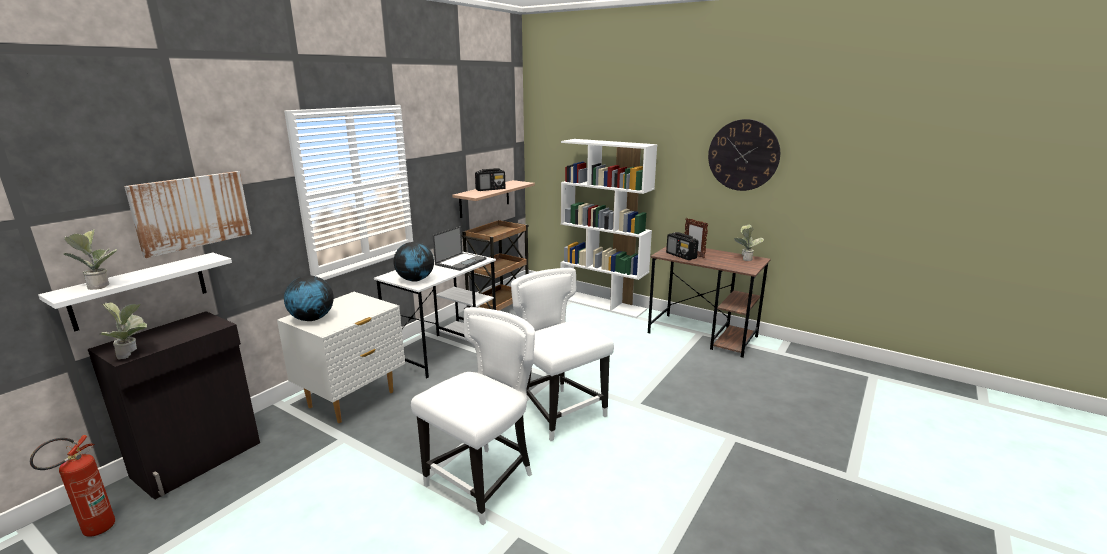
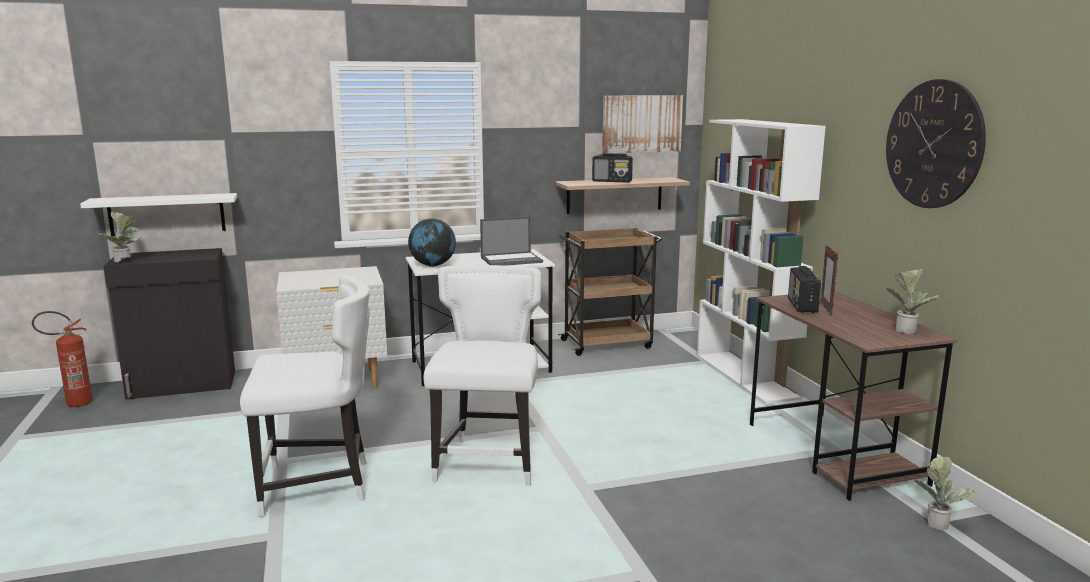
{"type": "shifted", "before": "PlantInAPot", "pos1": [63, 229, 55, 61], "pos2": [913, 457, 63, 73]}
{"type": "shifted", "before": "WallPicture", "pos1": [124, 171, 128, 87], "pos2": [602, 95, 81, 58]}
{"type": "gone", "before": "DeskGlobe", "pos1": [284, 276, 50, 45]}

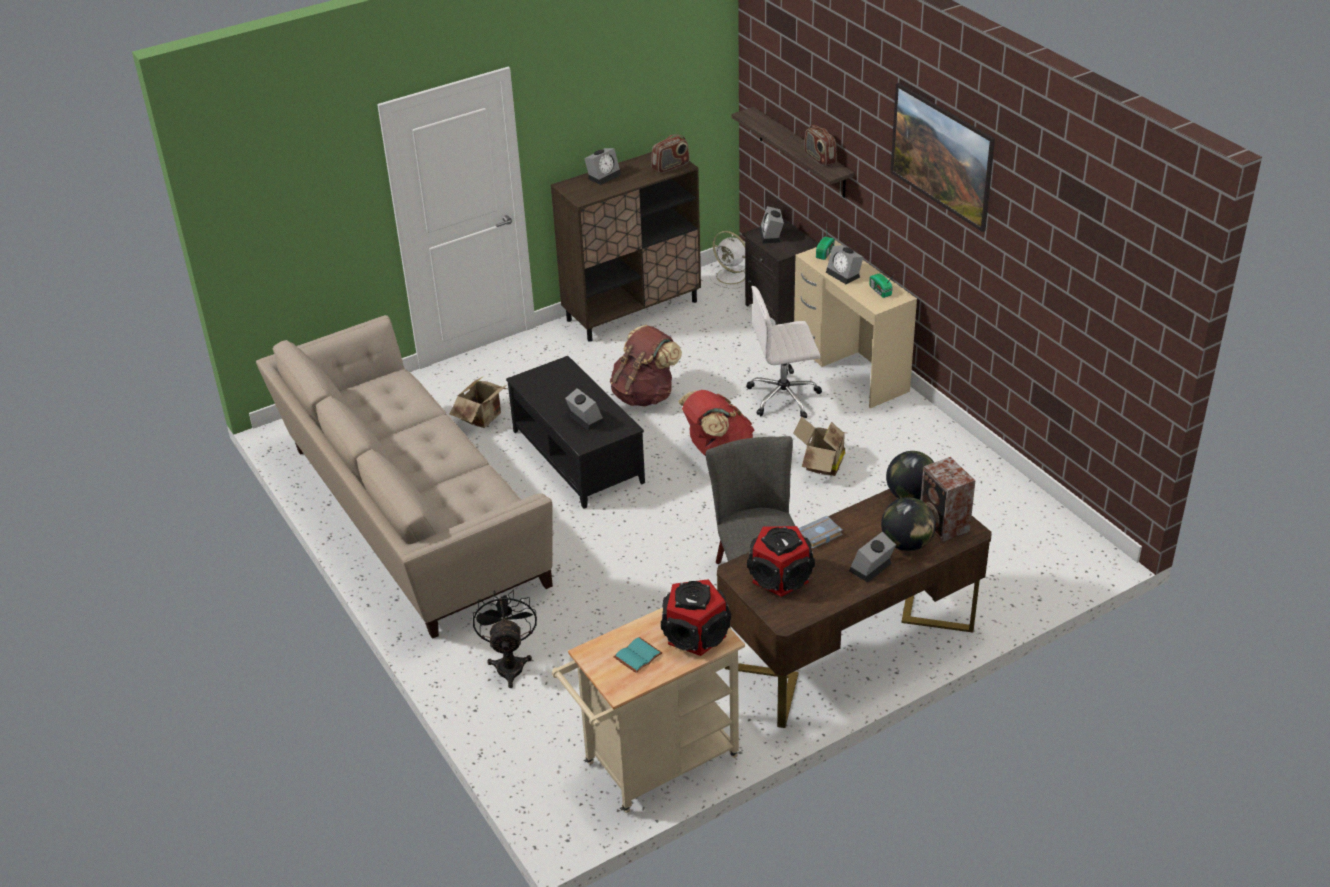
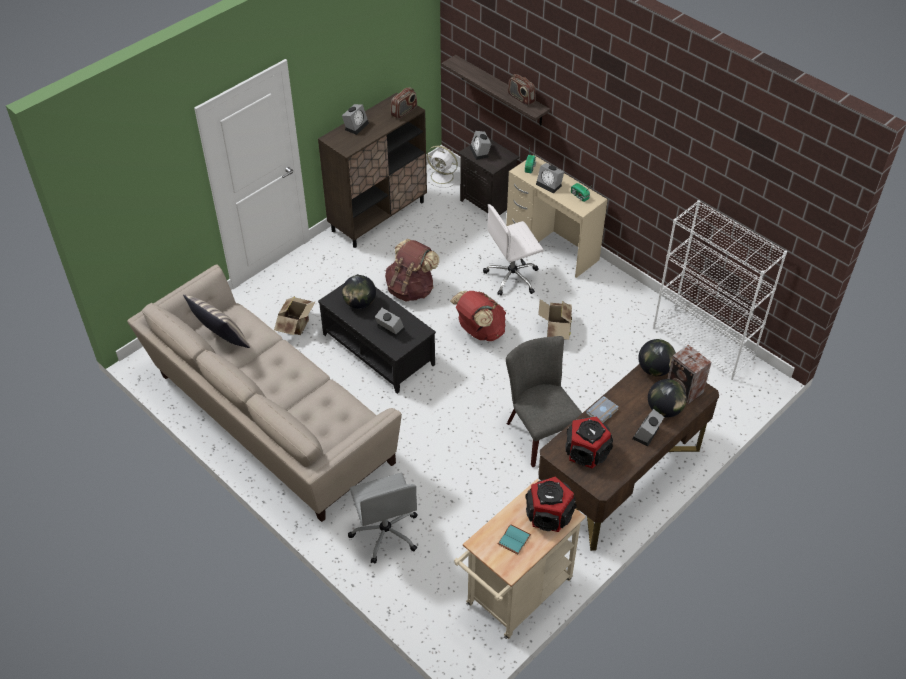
{"type": "swapped", "before": "BlackColouredElectricFan", "after": "GreyDeskChair", "pos1": [473, 590, 64, 98], "pos2": [348, 473, 70, 90]}
{"type": "gone", "before": "WallPicture", "pos1": [890, 83, 105, 149]}
{"type": "new", "after": "Cushion", "pos2": [183, 294, 67, 54]}
{"type": "new", "after": "DeskGlobe", "pos2": [342, 275, 34, 34]}
{"type": "new", "after": "WhiteColouredShelvingUnit", "pos2": [653, 200, 134, 180]}

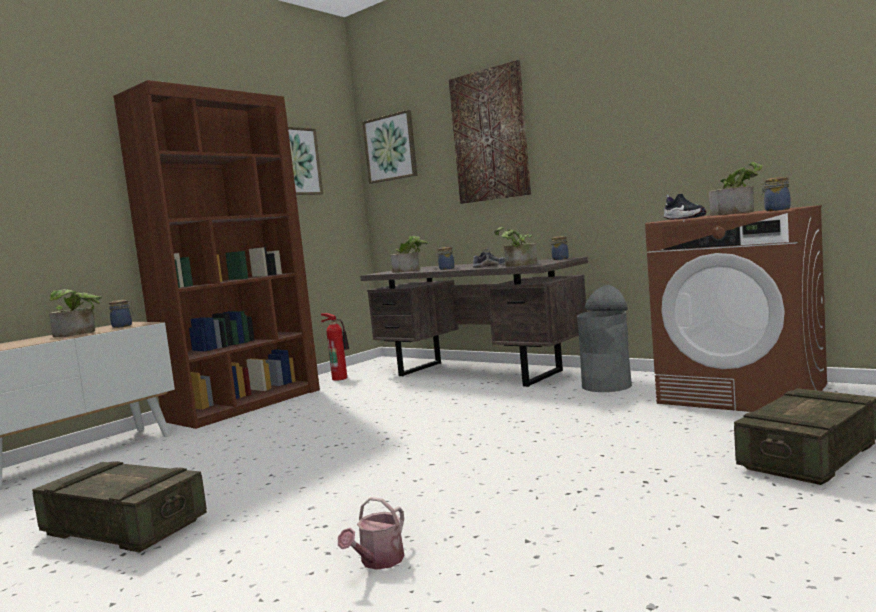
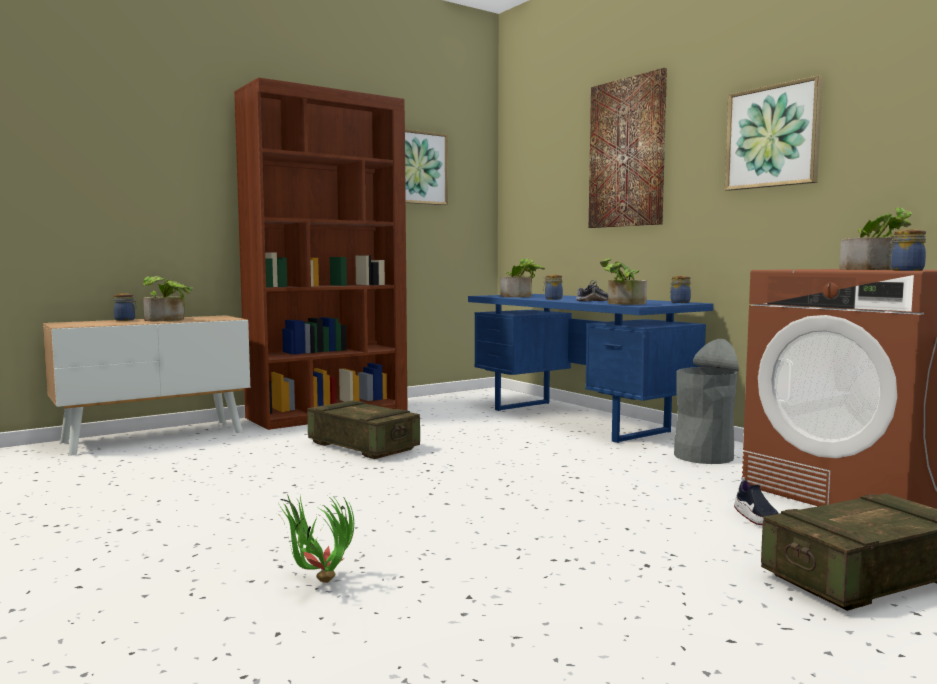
{"type": "shifted", "before": "ShippingCrate", "pos1": [32, 461, 175, 92], "pos2": [307, 400, 113, 59]}
{"type": "shifted", "before": "PreserveJar", "pos1": [109, 300, 25, 28], "pos2": [114, 293, 23, 28]}
{"type": "gone", "before": "Extinguisher", "pos1": [321, 313, 28, 68]}
{"type": "swapped", "before": "WateringCan", "after": "PlantInAPot", "pos1": [338, 497, 66, 73], "pos2": [277, 493, 77, 90]}
{"type": "repainted", "before": "BrownishDeskTable", "after": "BluishDeskTable", "pos1": [360, 257, 228, 130], "pos2": [468, 294, 245, 149]}
{"type": "shifted", "before": "WallPicture", "pos1": [362, 110, 55, 74], "pos2": [725, 75, 98, 116]}
{"type": "shifted", "before": "Shoe", "pos1": [664, 194, 42, 26], "pos2": [734, 477, 45, 48]}

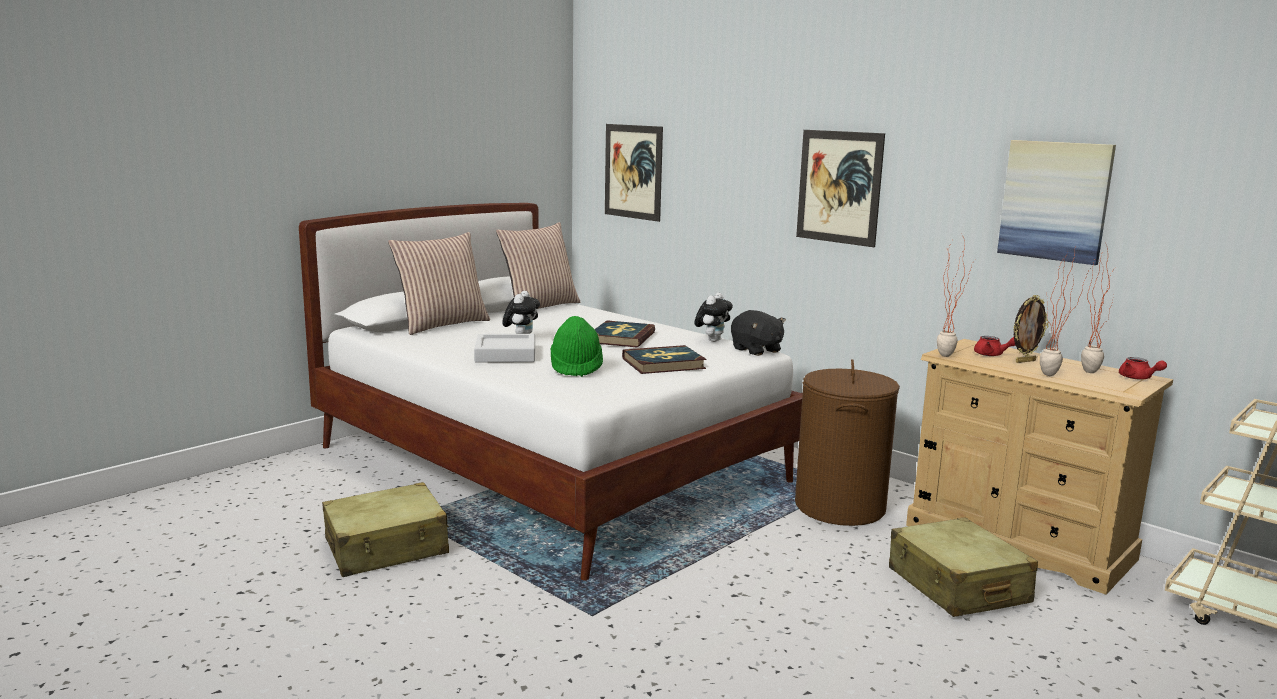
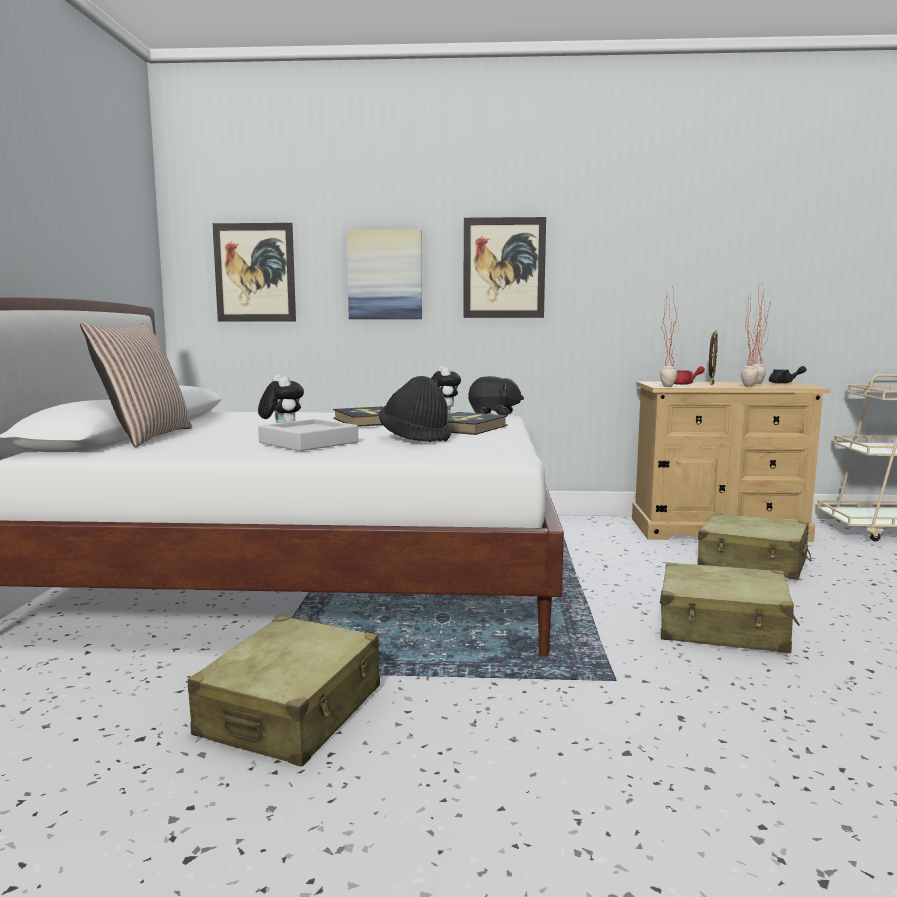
{"type": "gone", "before": "Cushion", "pos1": [496, 222, 84, 87]}
{"type": "repainted", "before": "GreenColouredWearableHat", "after": "BlackColouredWearableHat", "pos1": [550, 316, 53, 61], "pos2": [379, 376, 72, 67]}
{"type": "gone", "before": "BrownishWashingBasket", "pos1": [795, 359, 105, 167]}
{"type": "shifted", "before": "WallPicture", "pos1": [997, 140, 119, 125], "pos2": [347, 230, 75, 89]}
{"type": "repainted", "before": "ReddishTeaPot", "after": "BlackColouredTeaPot", "pos1": [1119, 357, 48, 22], "pos2": [769, 366, 38, 17]}
{"type": "new", "after": "SandColouredTravelCase", "pos2": [660, 563, 140, 90]}

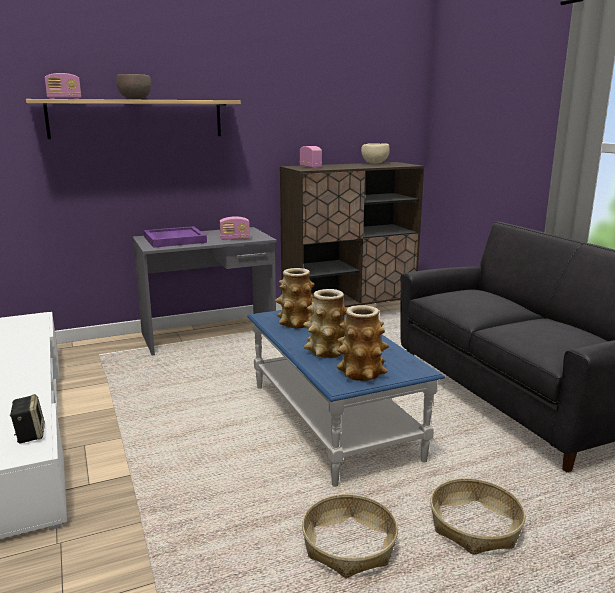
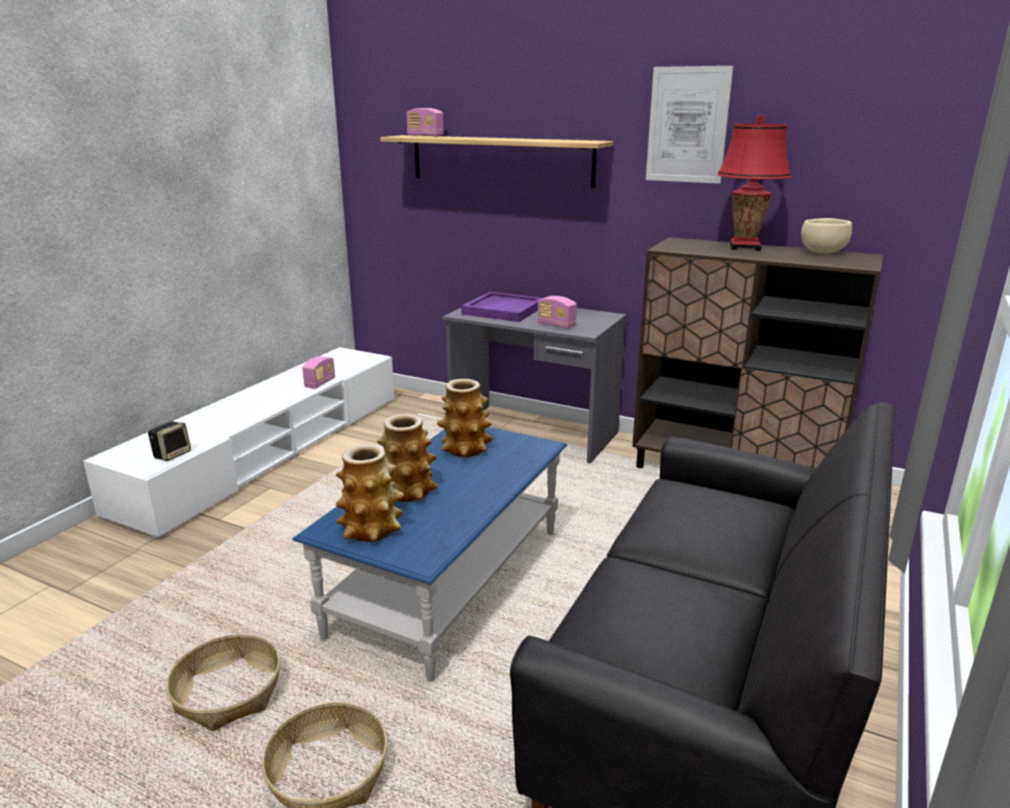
{"type": "gone", "before": "BrownishBowl", "pos1": [116, 74, 35, 26]}
{"type": "shifted", "before": "Radio", "pos1": [300, 146, 22, 22], "pos2": [302, 356, 33, 33]}
{"type": "new", "after": "WallPicture", "pos2": [646, 66, 87, 118]}
{"type": "new", "after": "ReddishTableLamp", "pos2": [717, 115, 75, 136]}

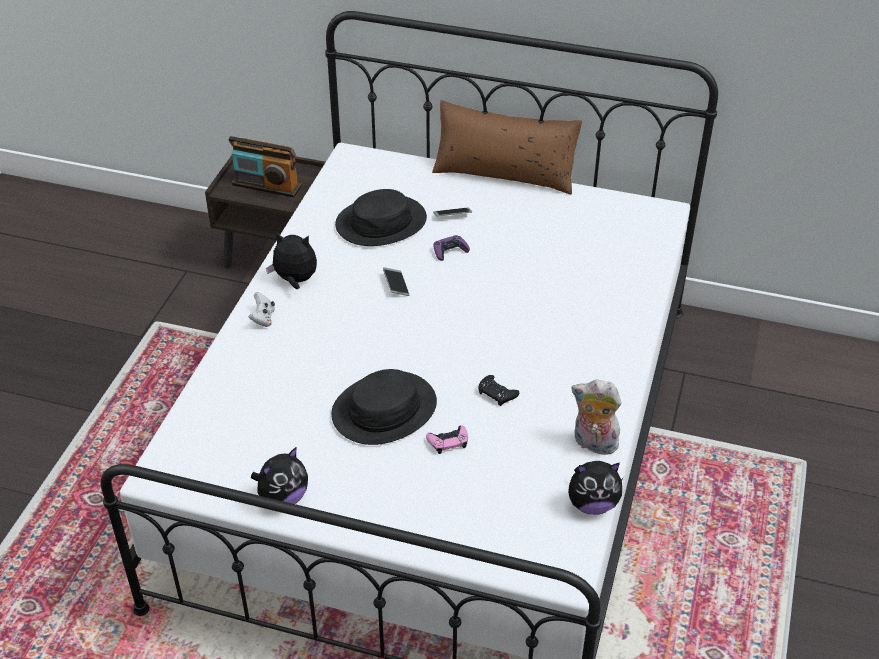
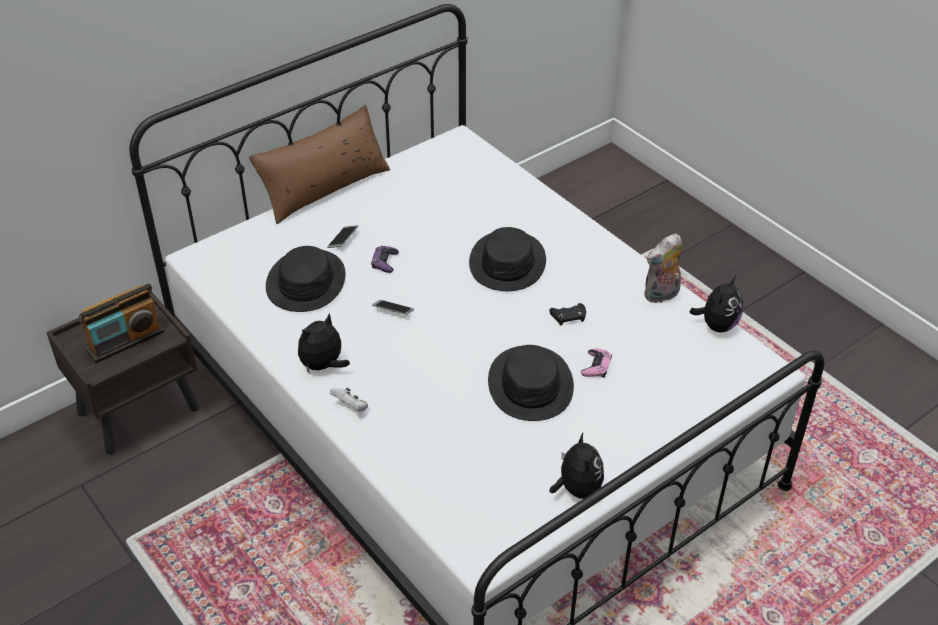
{"type": "new", "after": "BlackColouredWearableHat", "pos2": [469, 227, 77, 64]}

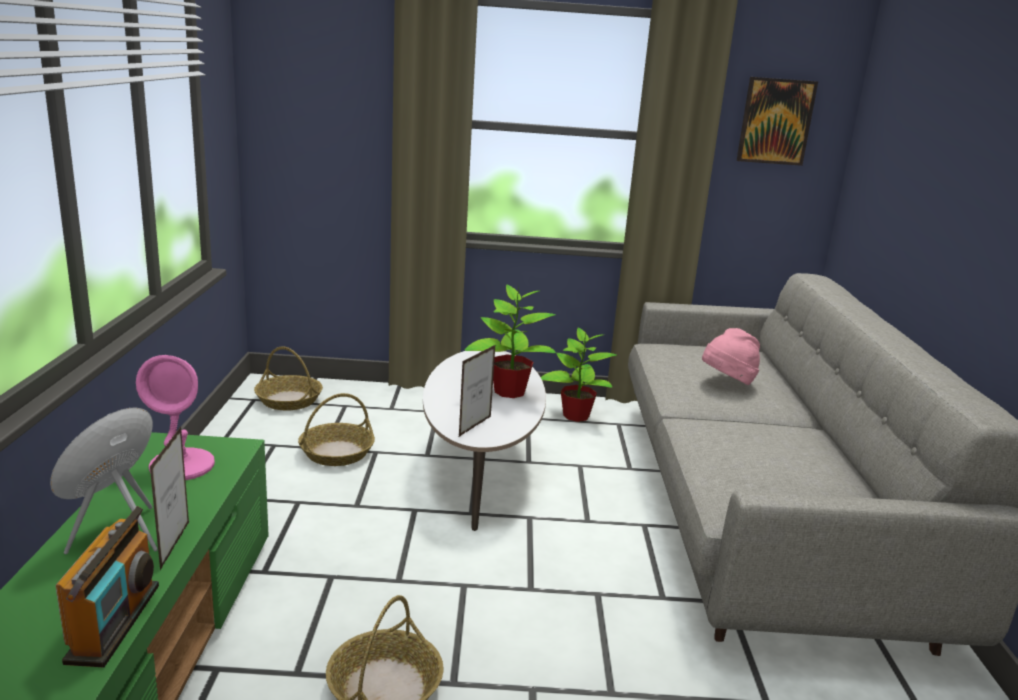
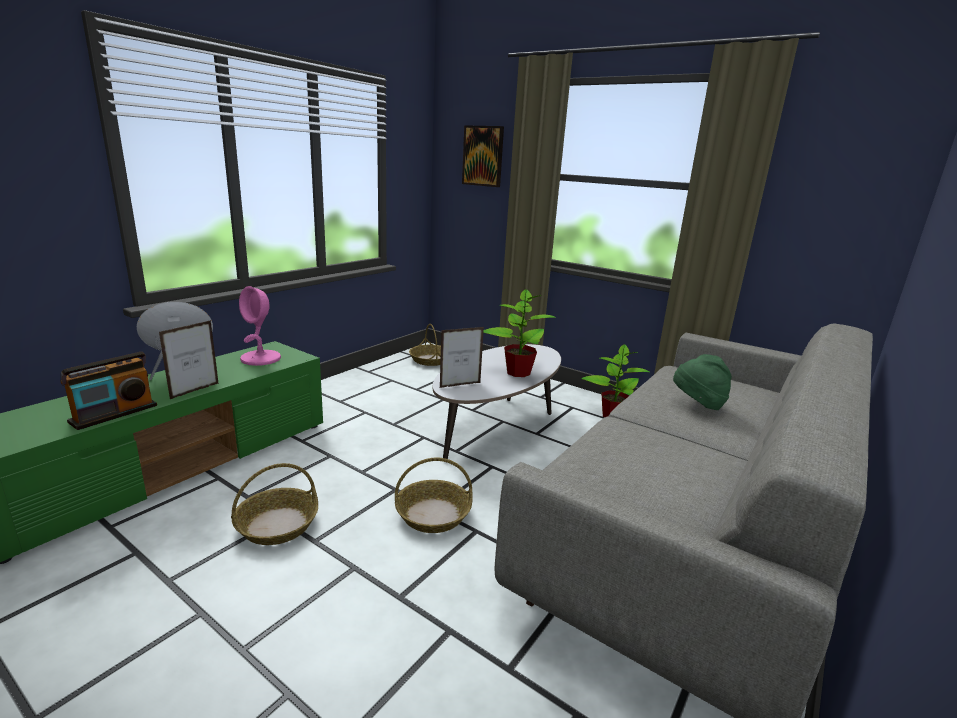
{"type": "shifted", "before": "HouseholdBasket", "pos1": [298, 393, 77, 73], "pos2": [395, 458, 78, 75]}
{"type": "repainted", "before": "PinkColouredWearableHat", "after": "GreenColouredWearableHat", "pos1": [702, 328, 58, 57], "pos2": [673, 354, 59, 56]}
{"type": "shifted", "before": "WallPicture", "pos1": [737, 77, 81, 89], "pos2": [462, 125, 42, 62]}

